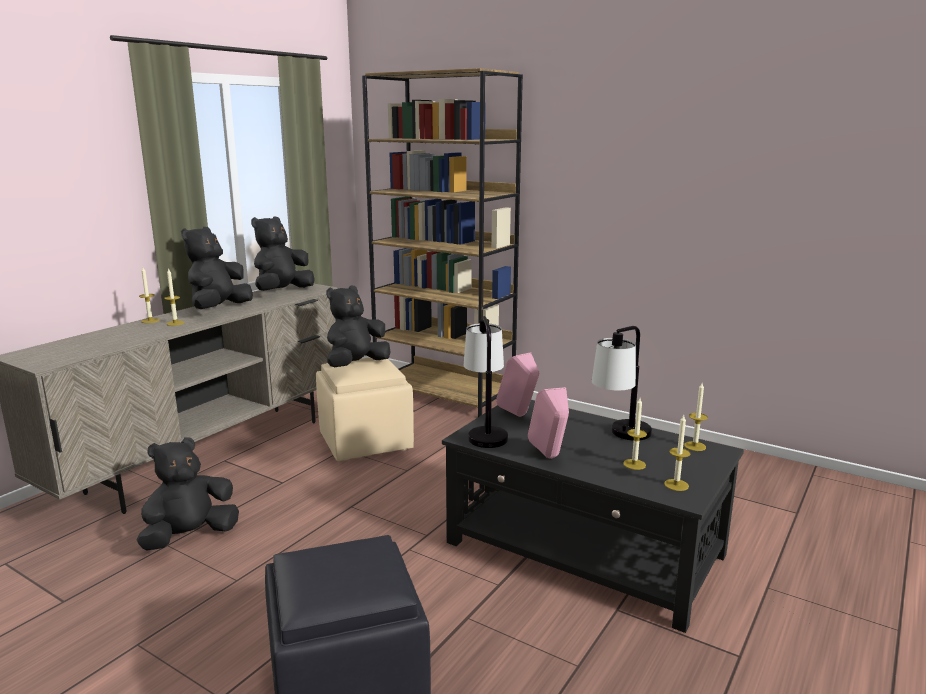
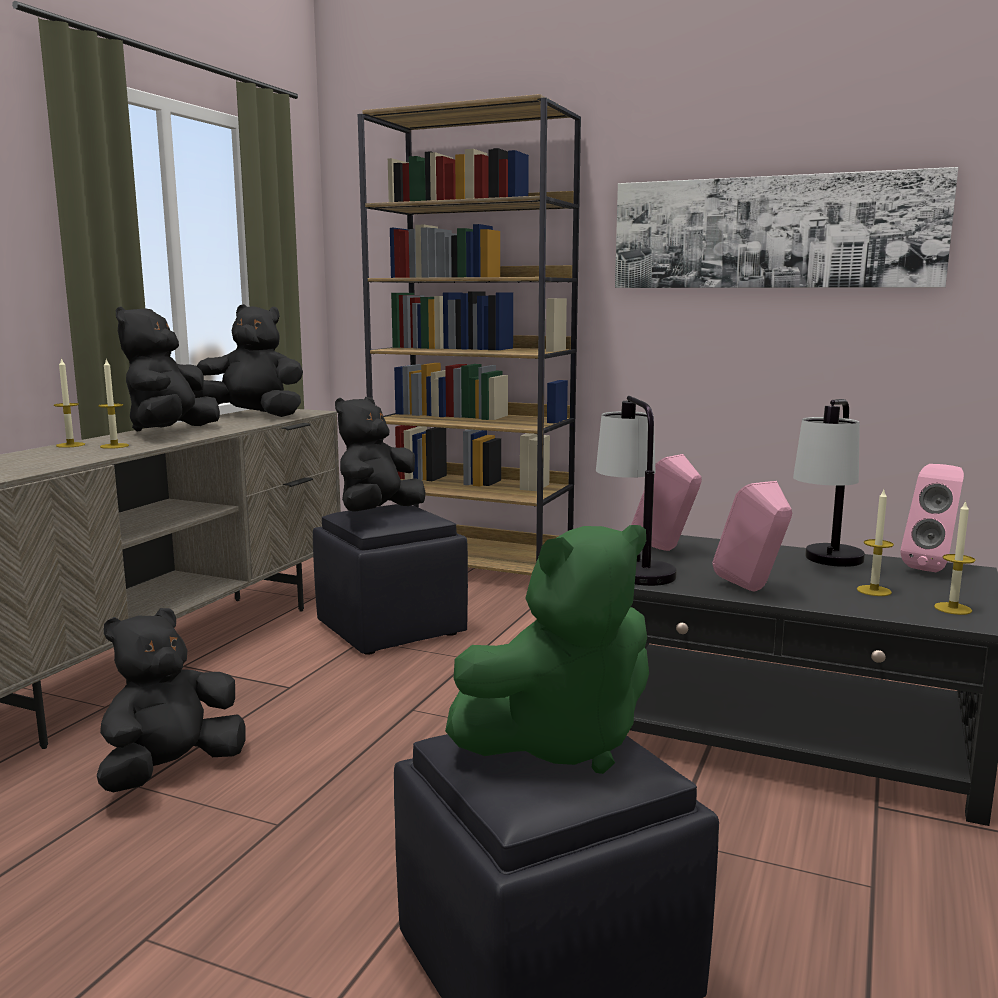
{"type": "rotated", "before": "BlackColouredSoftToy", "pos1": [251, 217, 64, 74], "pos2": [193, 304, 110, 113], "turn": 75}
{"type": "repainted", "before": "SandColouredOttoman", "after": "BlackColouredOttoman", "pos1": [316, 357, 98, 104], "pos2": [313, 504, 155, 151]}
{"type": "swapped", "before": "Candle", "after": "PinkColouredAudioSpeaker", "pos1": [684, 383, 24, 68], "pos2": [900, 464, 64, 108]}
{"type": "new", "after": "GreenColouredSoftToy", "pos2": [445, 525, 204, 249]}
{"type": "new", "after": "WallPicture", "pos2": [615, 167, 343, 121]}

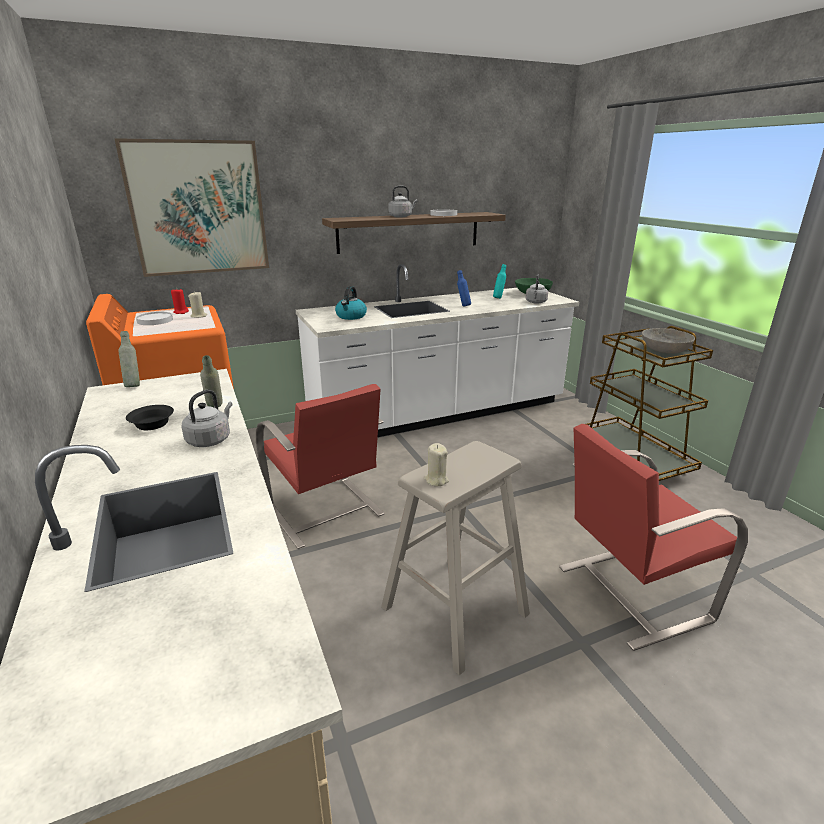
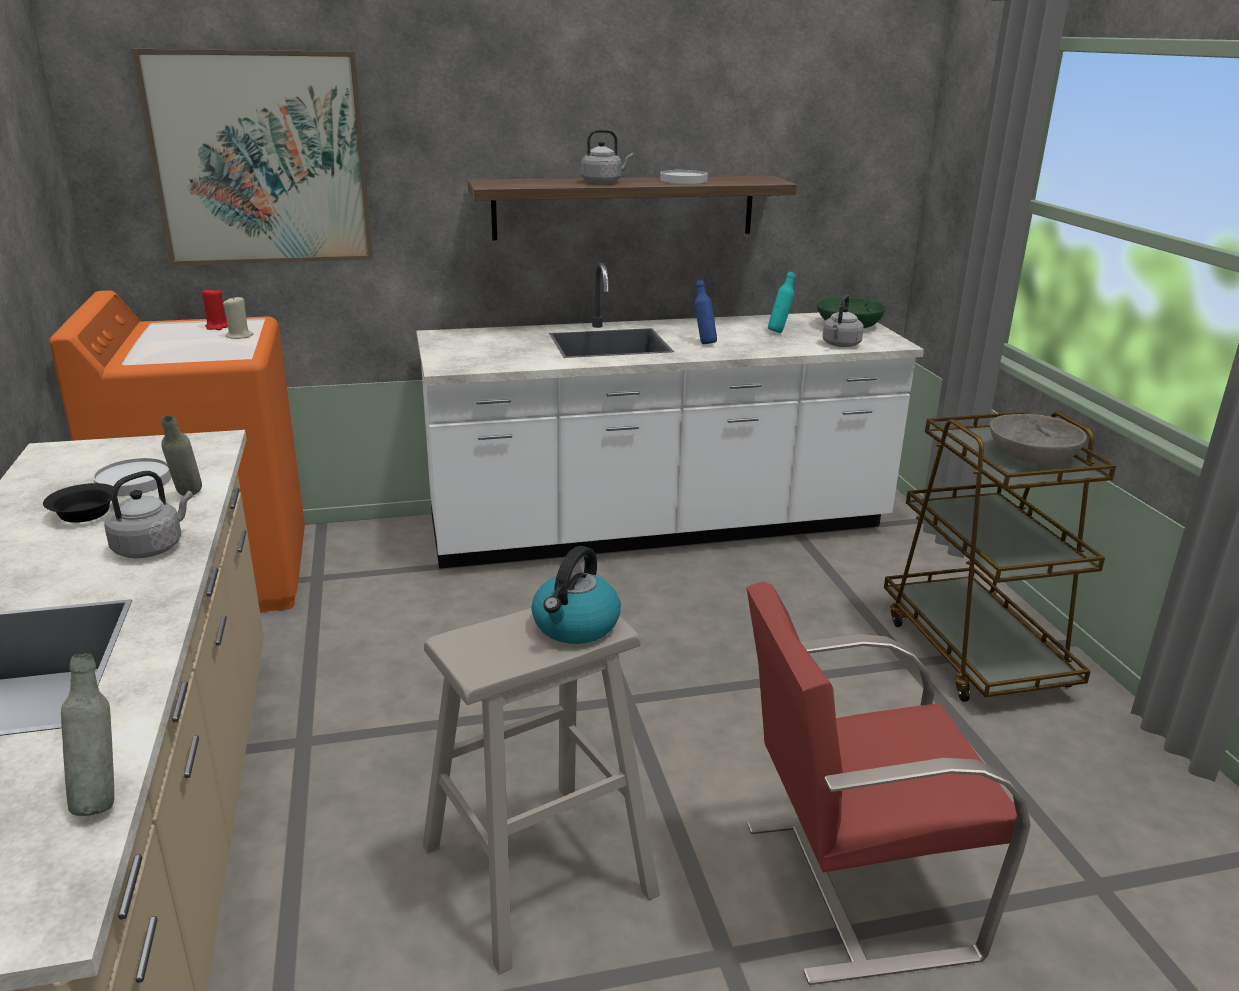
{"type": "shifted", "before": "GreyBeverageBottle", "pos1": [118, 331, 22, 56], "pos2": [61, 653, 53, 163]}
{"type": "shifted", "before": "WhiteColouredFlatDish", "pos1": [136, 312, 37, 13], "pos2": [93, 458, 78, 38]}
{"type": "gone", "before": "ReddishChair", "pos1": [256, 384, 129, 165]}
{"type": "shifted", "before": "TeaKettle", "pos1": [335, 286, 32, 34], "pos2": [531, 546, 90, 98]}
{"type": "gone", "before": "SandColouredCandle", "pos1": [424, 443, 25, 43]}

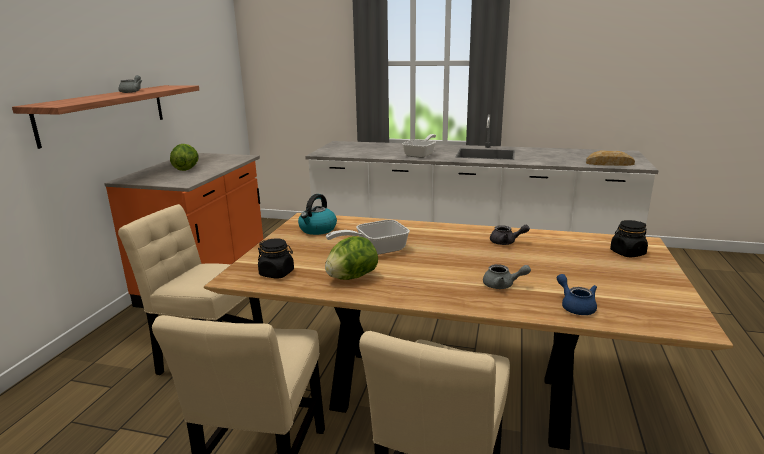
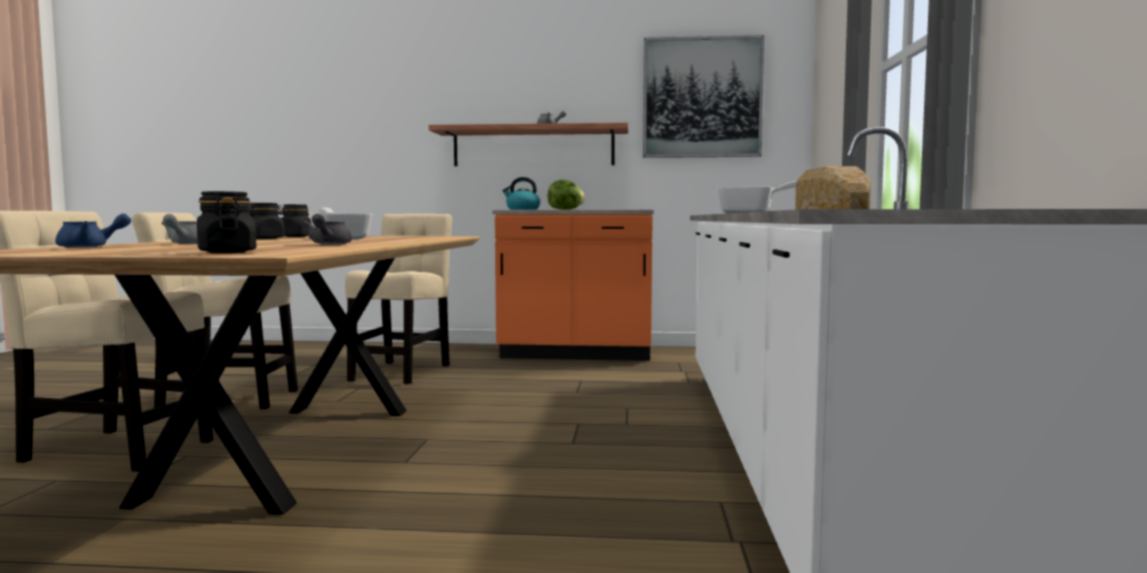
{"type": "shifted", "before": "TeaKettle", "pos1": [298, 194, 39, 41], "pos2": [503, 177, 37, 33]}
{"type": "swapped", "before": "HeadOfLettuce", "after": "BlackColouredPreserveJar", "pos1": [325, 236, 53, 44], "pos2": [248, 203, 38, 36]}
{"type": "new", "after": "WallPicture", "pos2": [643, 35, 121, 123]}

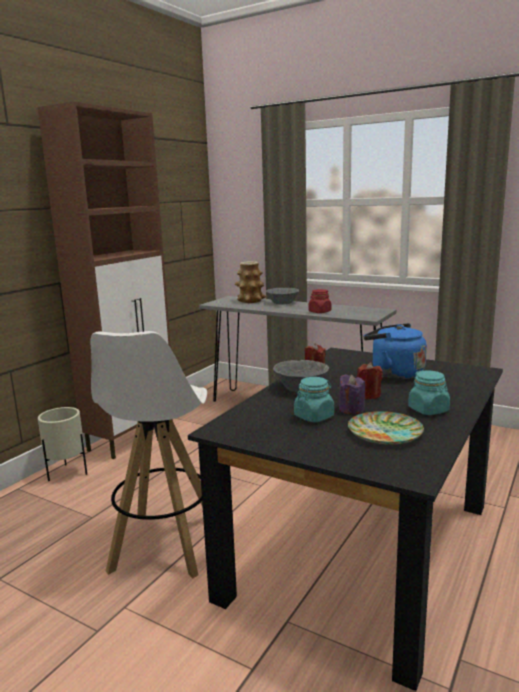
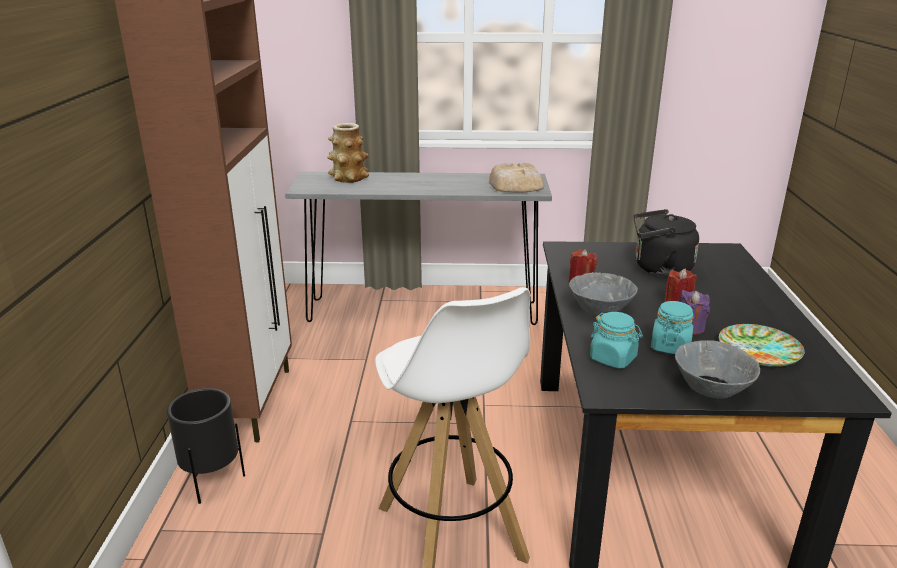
{"type": "repainted", "before": "SandColouredPlanter", "after": "BlackColouredPlanter", "pos1": [38, 407, 49, 74], "pos2": [167, 388, 78, 116]}
{"type": "shifted", "before": "GreyBowl", "pos1": [266, 288, 33, 17], "pos2": [675, 340, 85, 59]}
{"type": "gone", "before": "ReddishPreserveJar", "pos1": [308, 289, 23, 24]}
{"type": "repainted", "before": "BluishTeaKettle", "after": "BlackColouredTeaKettle", "pos1": [363, 323, 64, 56], "pos2": [633, 209, 66, 67]}
{"type": "shifted", "before": "TurquoisePreserveJar", "pos1": [408, 370, 42, 45], "pos2": [590, 312, 53, 57]}
{"type": "new", "after": "Bread", "pos2": [489, 163, 55, 29]}

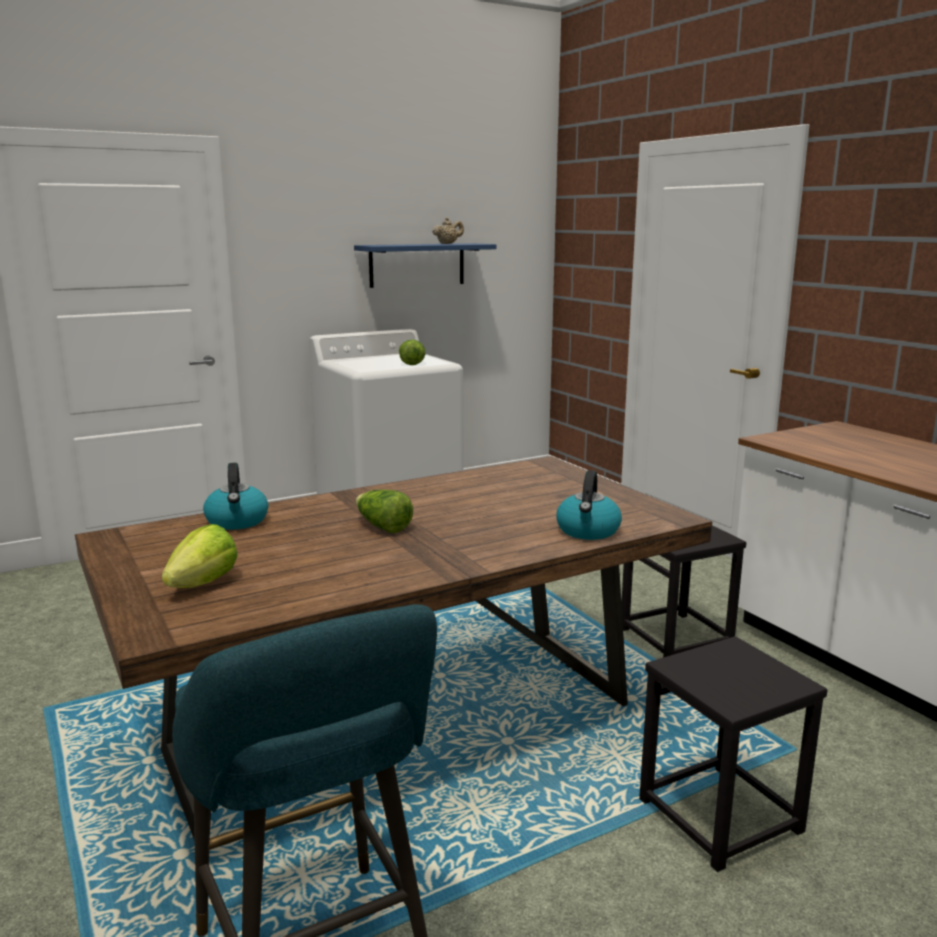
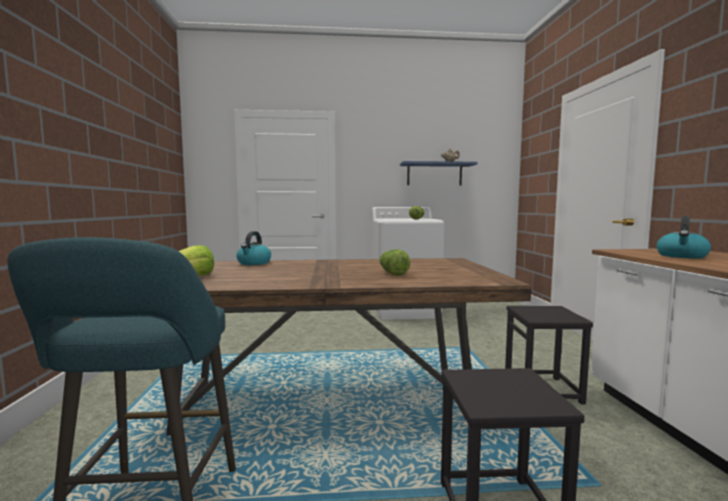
{"type": "shifted", "before": "HeadOfLettuce", "pos1": [356, 490, 57, 43], "pos2": [379, 249, 31, 27]}
{"type": "shifted", "before": "TeaKettle", "pos1": [556, 470, 66, 70], "pos2": [656, 216, 55, 43]}

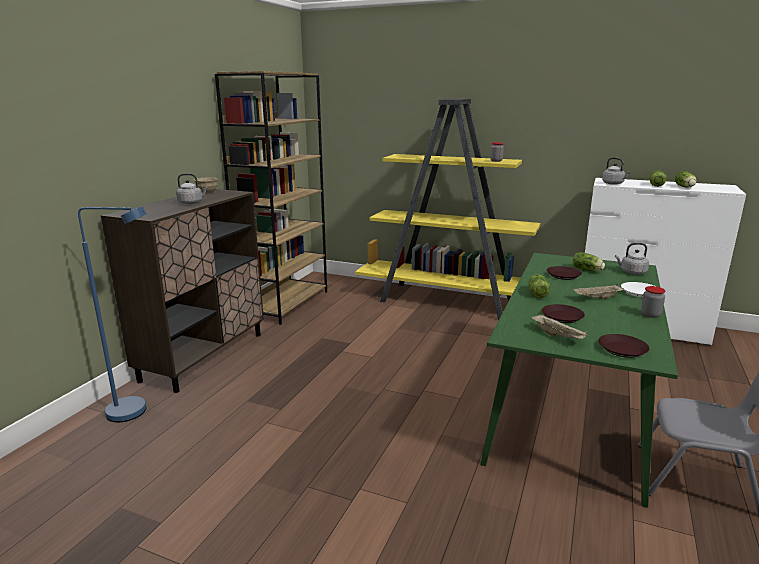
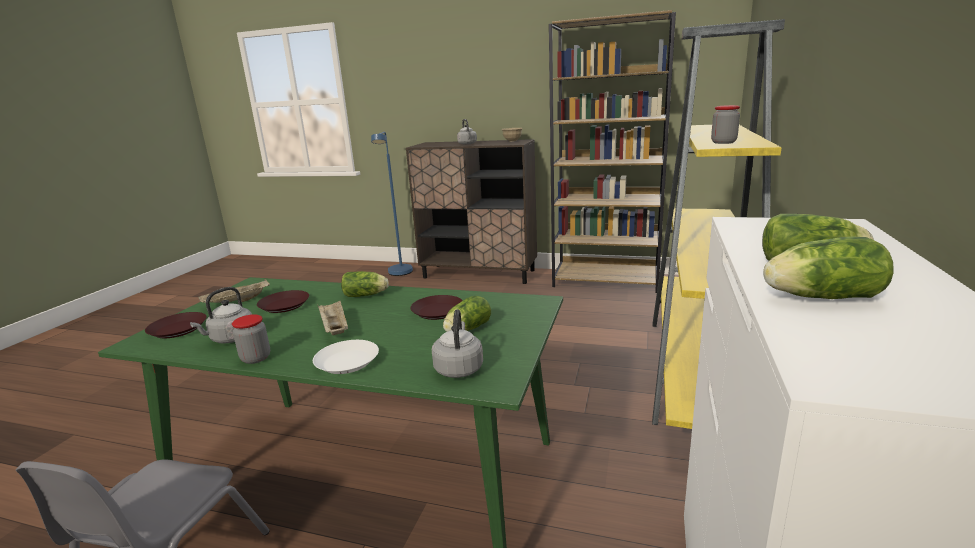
{"type": "shifted", "before": "GreyTeaKettle", "pos1": [602, 157, 29, 28], "pos2": [190, 287, 62, 57]}

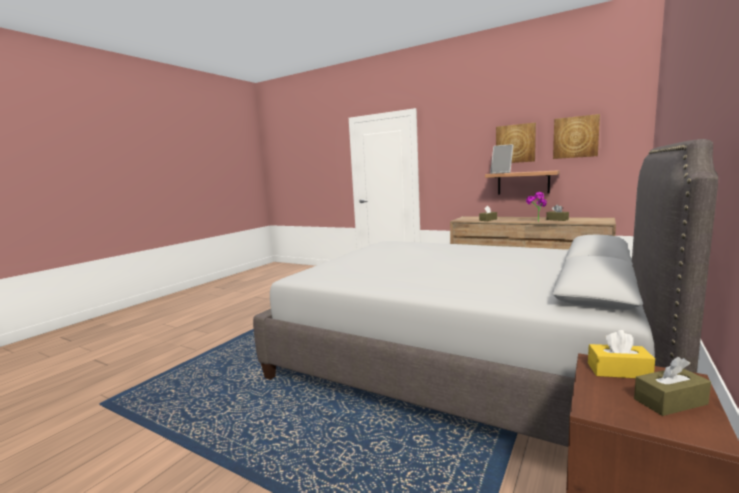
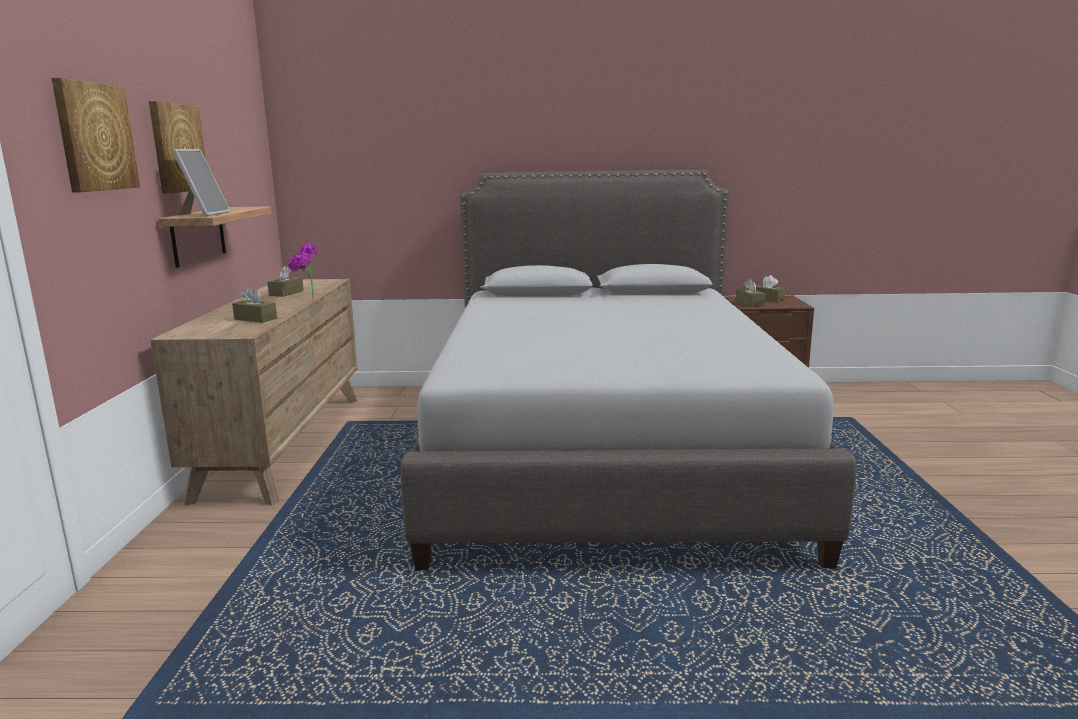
{"type": "shifted", "before": "WallPicture", "pos1": [553, 114, 47, 45], "pos2": [52, 78, 88, 114]}
{"type": "repainted", "before": "YellowColouredTissueBox", "after": "BrownishTissueBox", "pos1": [588, 330, 67, 48], "pos2": [736, 279, 30, 28]}

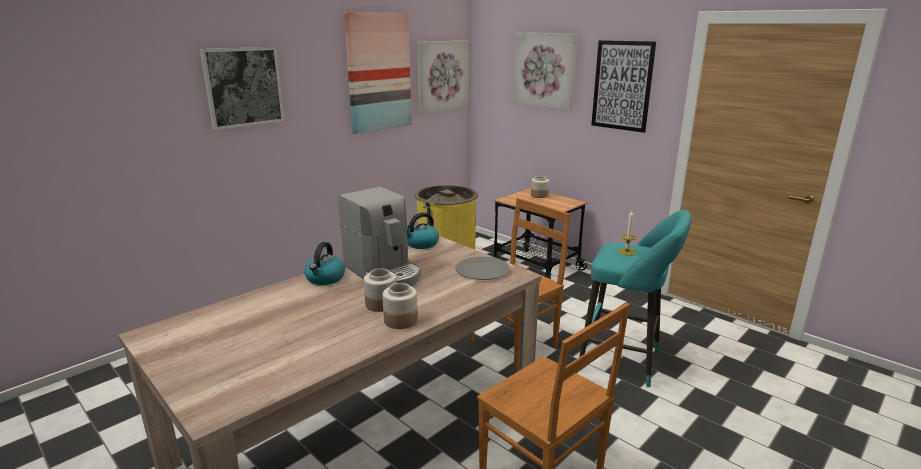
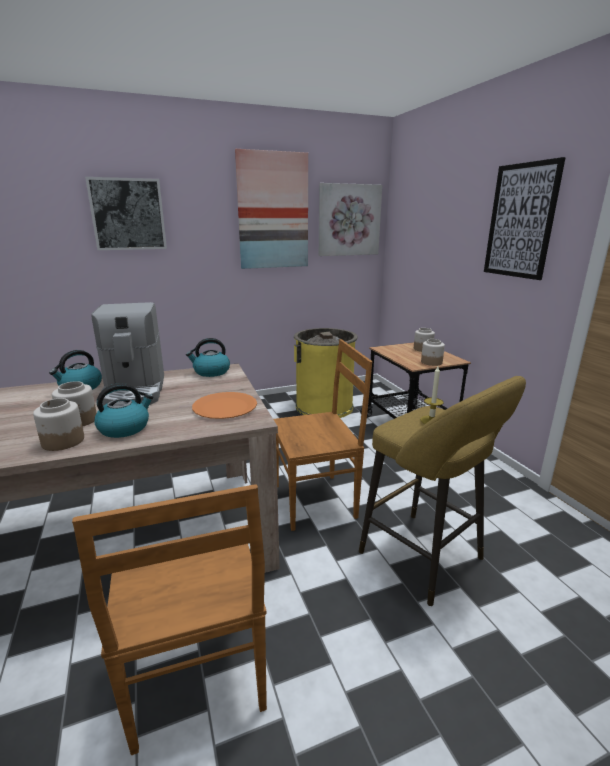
{"type": "repainted", "before": "GreyFlatDish", "after": "OrangeFlatDish", "pos1": [455, 256, 55, 24], "pos2": [192, 392, 65, 27]}
{"type": "gone", "before": "WallPicture", "pos1": [513, 33, 64, 78]}
{"type": "repainted", "before": "TurquoiseStool", "after": "YellowColouredStool", "pos1": [579, 210, 112, 177], "pos2": [359, 376, 167, 230]}
{"type": "new", "after": "TeaKettle", "pos2": [94, 383, 60, 55]}
{"type": "new", "after": "PreserveJar", "pos2": [421, 339, 24, 27]}

